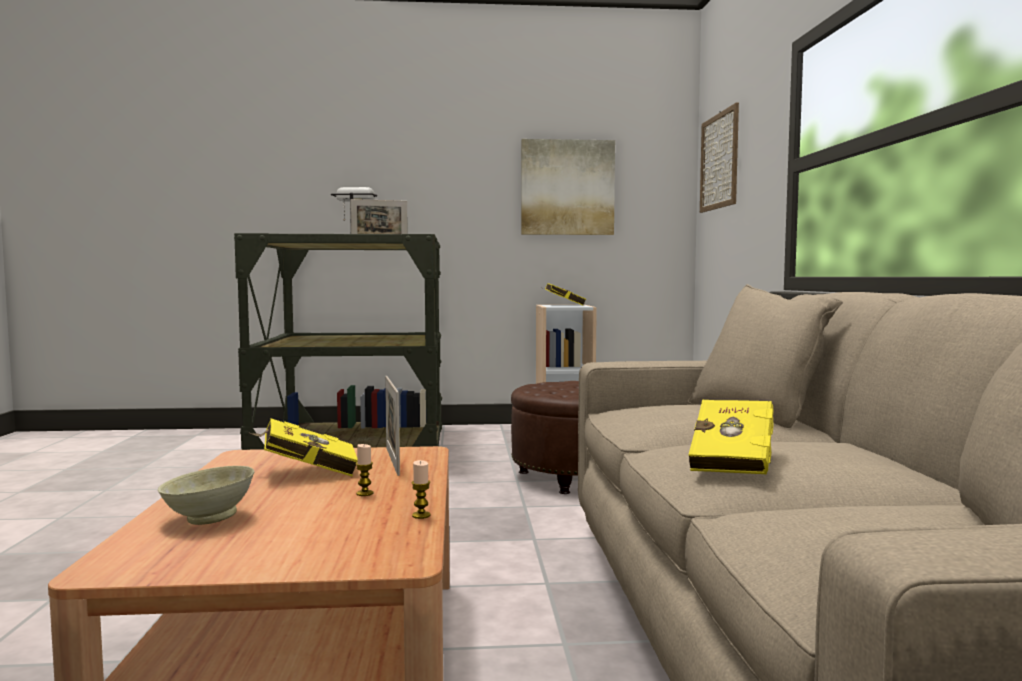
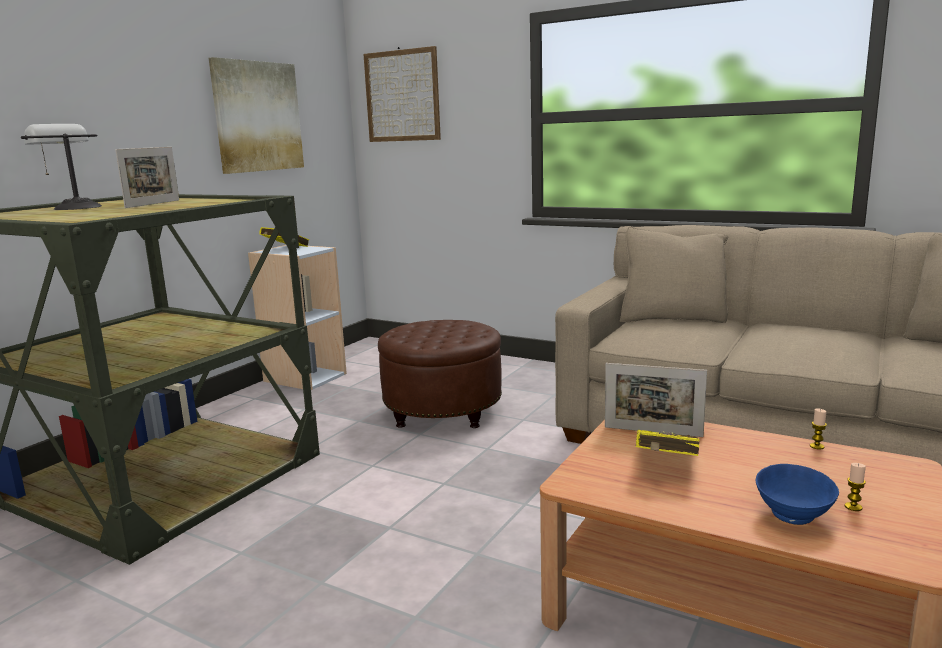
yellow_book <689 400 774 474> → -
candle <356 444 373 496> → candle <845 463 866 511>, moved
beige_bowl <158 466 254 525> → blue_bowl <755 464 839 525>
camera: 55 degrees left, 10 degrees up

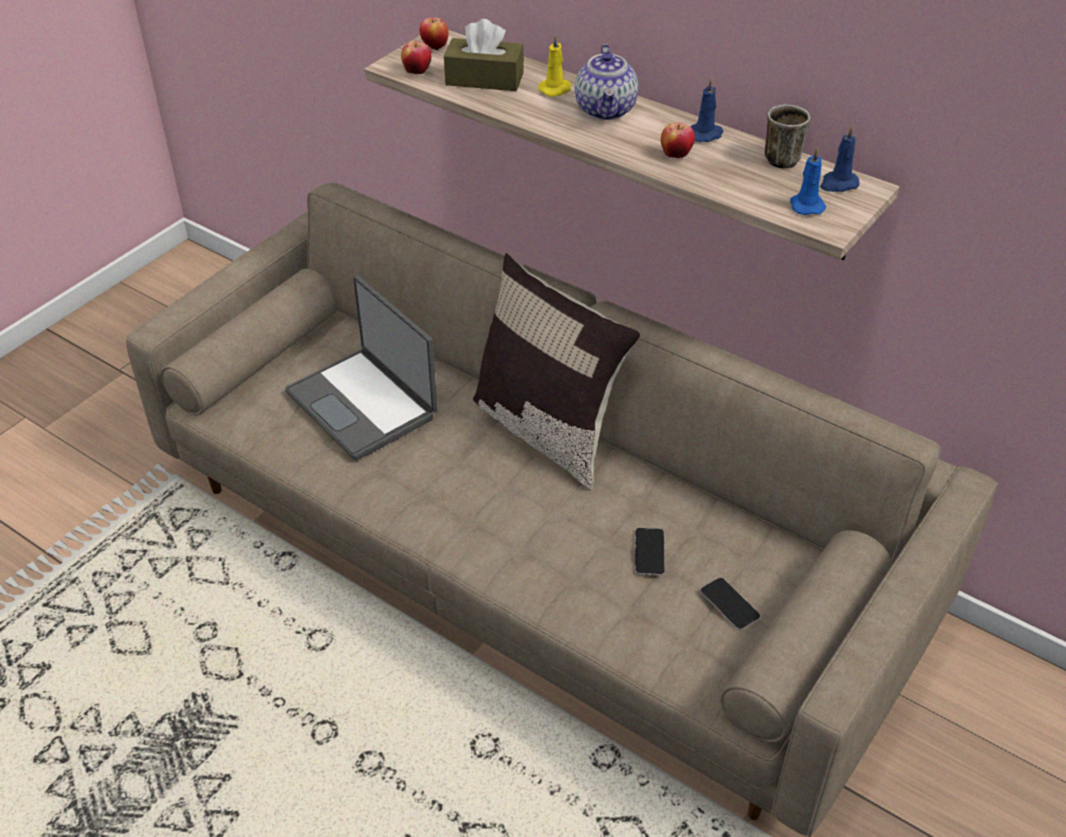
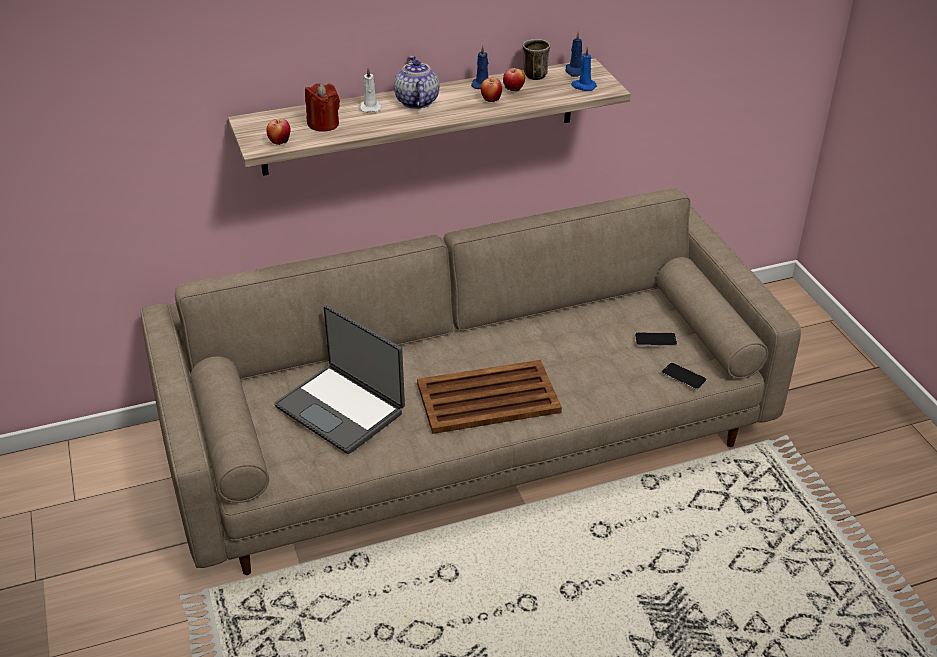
apple <420 17 449 50> → apple <503 68 525 91>, moved
brown_tissue_box <444 19 524 91> → red_candle <305 83 340 132>
yellow_candle <538 34 571 97> → white_candle <360 68 382 113>
teapot <575 44 638 120> → teapot <394 56 439 109>, 135 degrees counterclockwise
pillow <473 253 640 489> → -
laptop <285 276 438 461> → laptop <274 305 405 454>, 45 degrees clockwise
phone <635 528 665 576> → phone <662 363 707 390>, moved
- → brown_tray <417 360 562 434>
camera: 55 degrees left, 5 degrees down

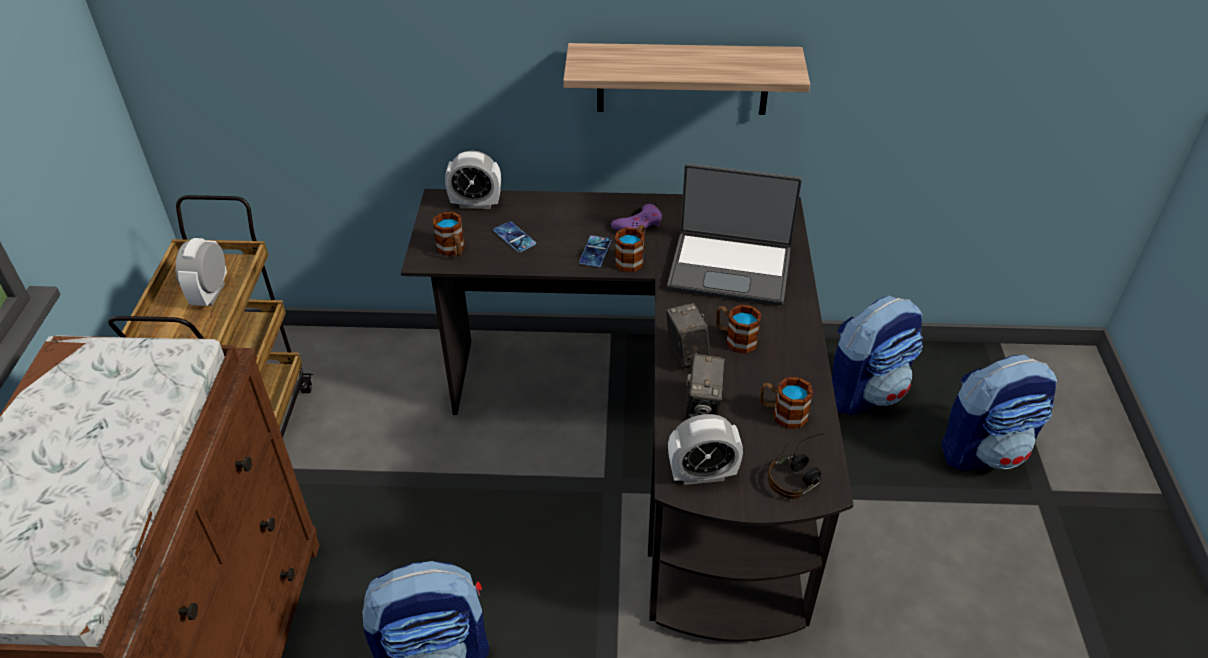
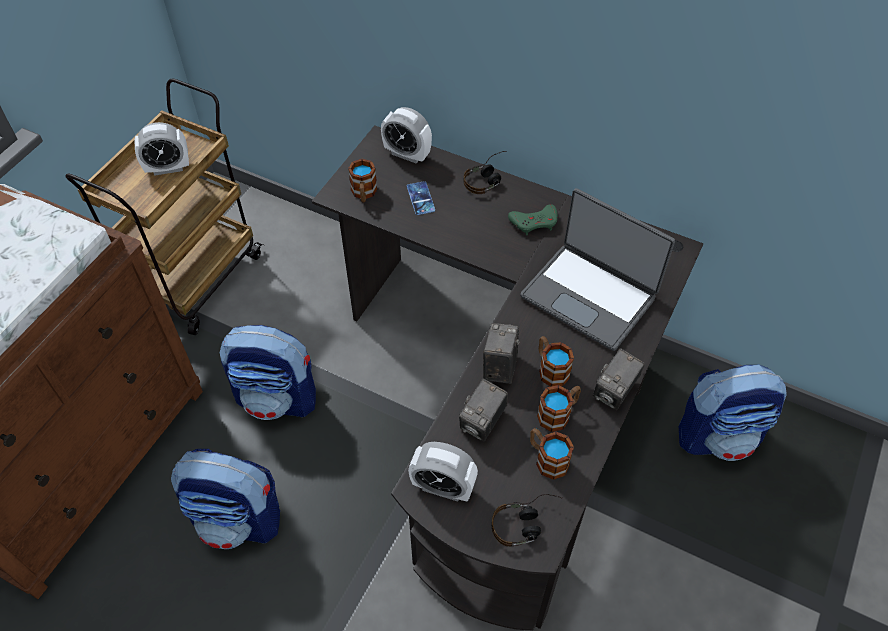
shelf <563 43 810 115> → -
purple_game_controller <611 204 662 231> → green_game_controller <508 204 558 235>
mug <615 225 645 272> → mug <537 385 581 432>, moved
phone <579 235 611 267> → -
alarm_clock <175 238 227 306> → alarm_clock <134 122 189 176>, 135 degrees counterclockwise
backpack <941 355 1057 471> → backpack <220 325 316 420>, moved
- → headphones <464 151 506 194>
- → photo_camera <593 348 645 410>
camera: 25 degrees right, 10 degrees up

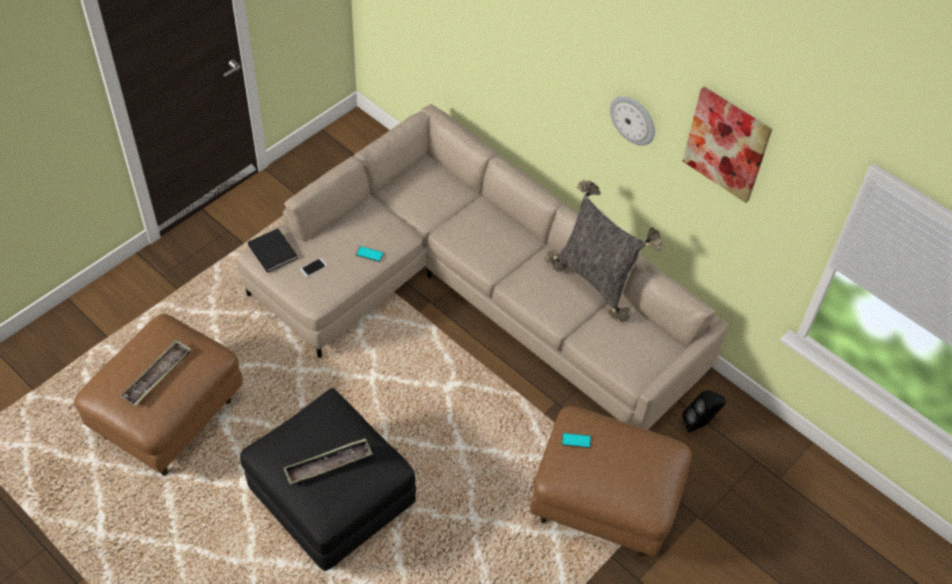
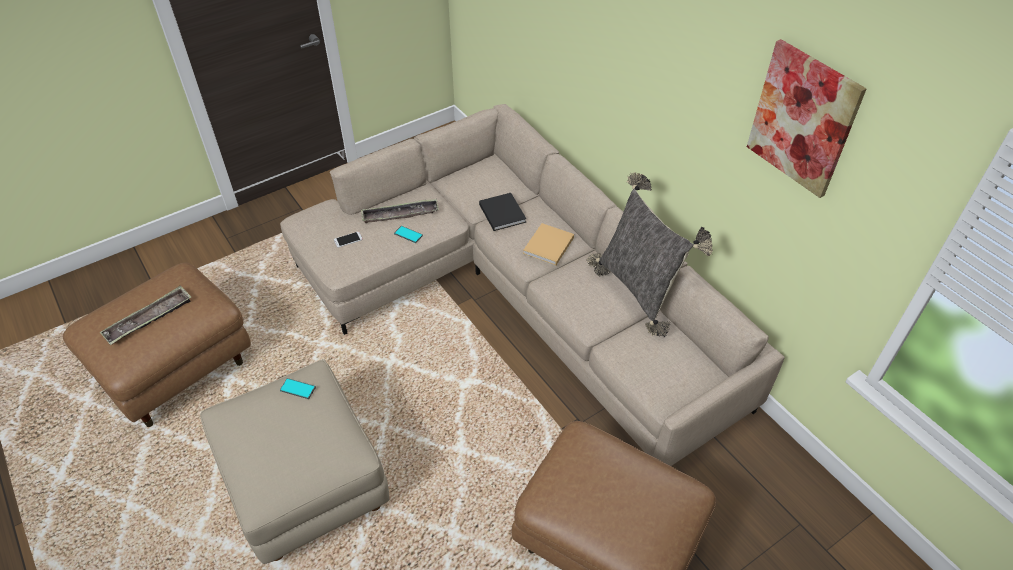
wall_clock <610 96 655 146> → -
black_book <248 228 298 273> → black_book <479 193 526 231>, moved
black_ottoman <240 388 416 571> → beige_ottoman <200 359 390 564>
black_speaker <682 390 726 433> → -
phone <562 433 591 448> → phone <280 378 316 399>, moved
tray <284 438 372 484> → tray <361 199 439 223>, moved
- → beige_book <523 223 574 265>
camera: 15 degrees right, 5 degrees down

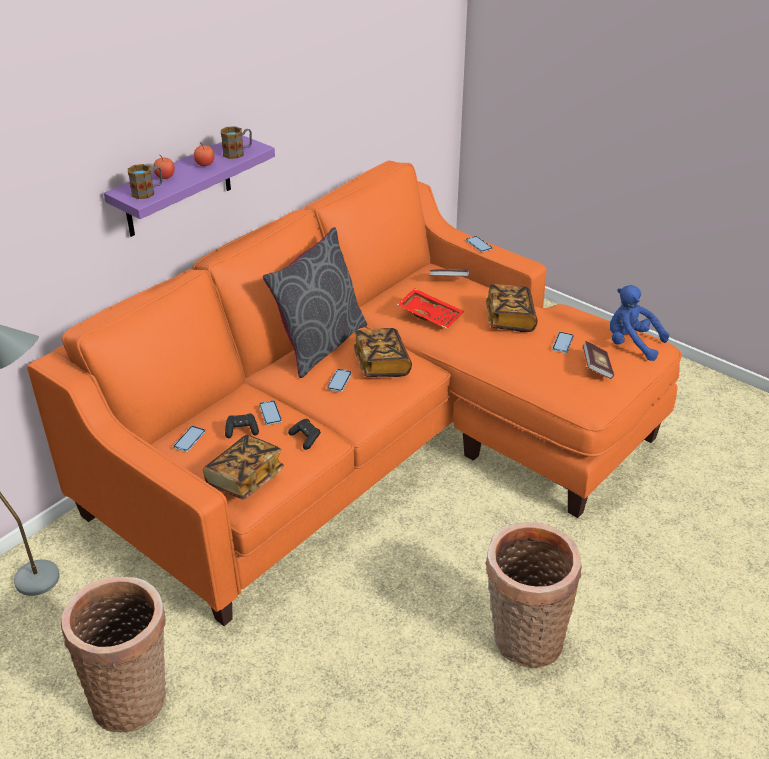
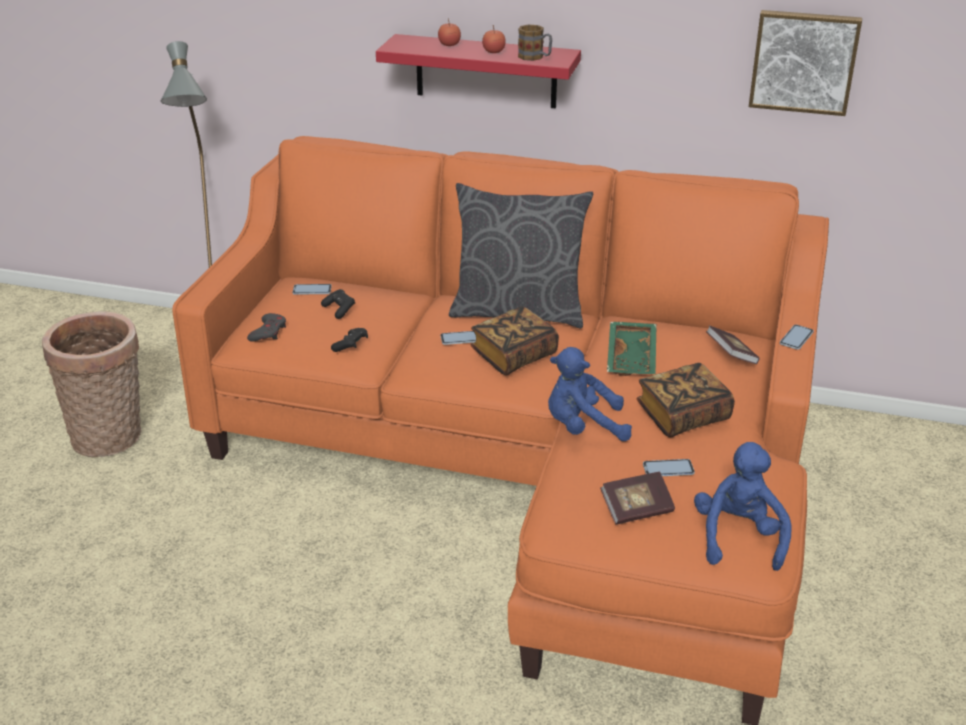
purple_shelf <104 135 275 237> → red_shelf <376 34 581 109>
mug <128 164 162 199> → -
red_tray <397 288 464 329> → green_tray <607 322 657 376>
phone <259 400 282 425> → -
book <203 435 284 499> → grey_game_controller <247 313 286 342>
basket <485 522 582 668> → -
- → picture <749 10 862 116>
- → blue_plush_toy <548 347 632 441>
camera: 65 degrees right, 5 degrees down

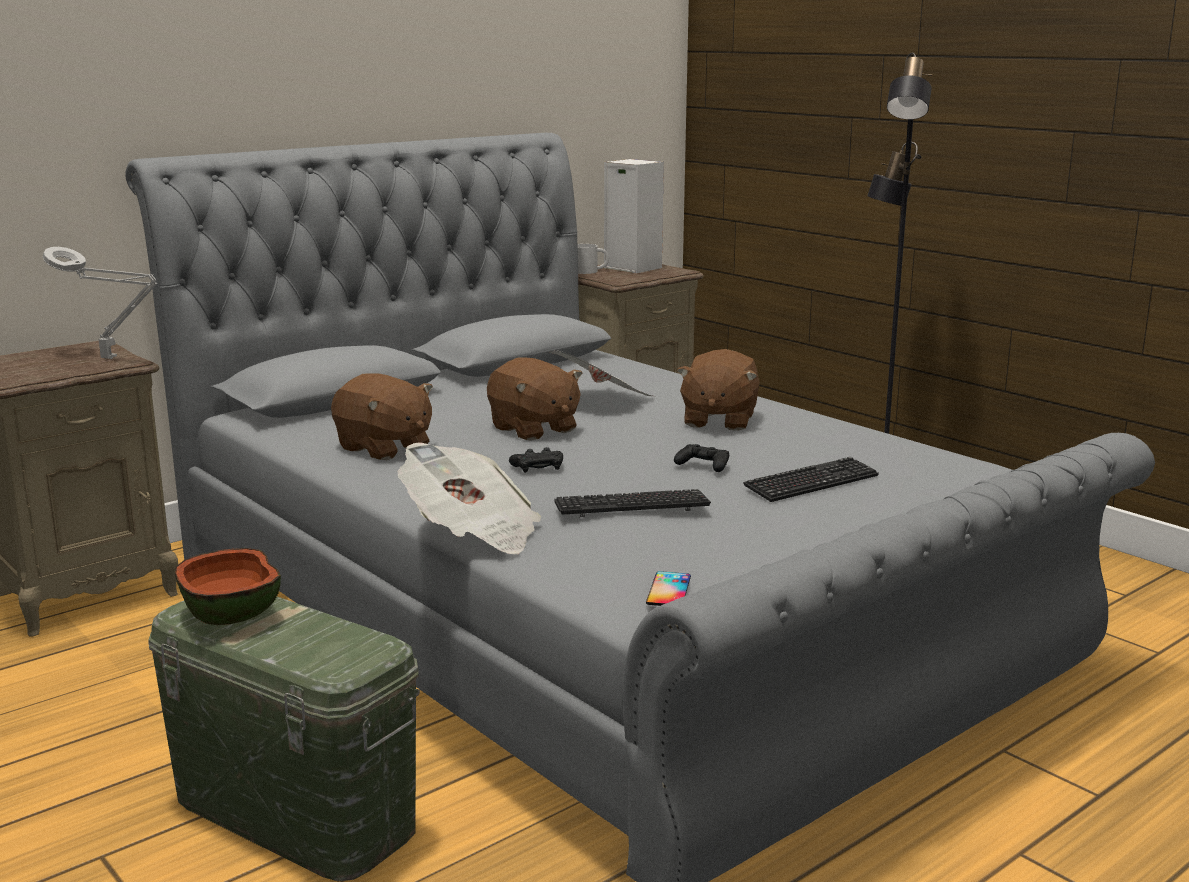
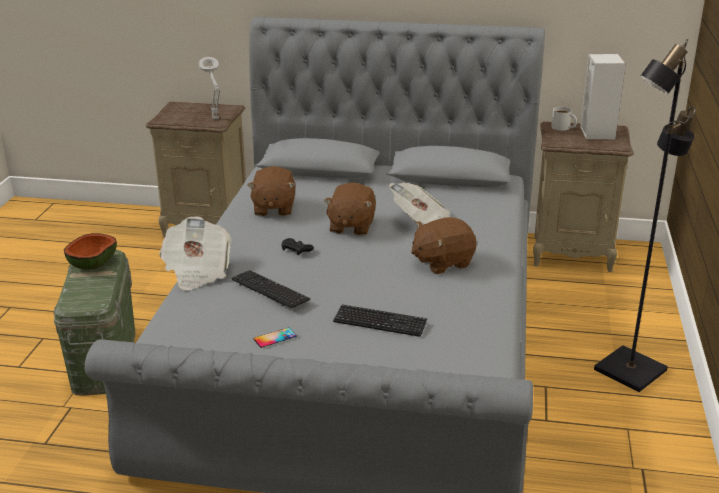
black_game_controller <674 444 729 472> → -
phone <646 571 691 606> → phone <254 327 297 348>, moved
camera: 50 degrees right, 10 degrees up

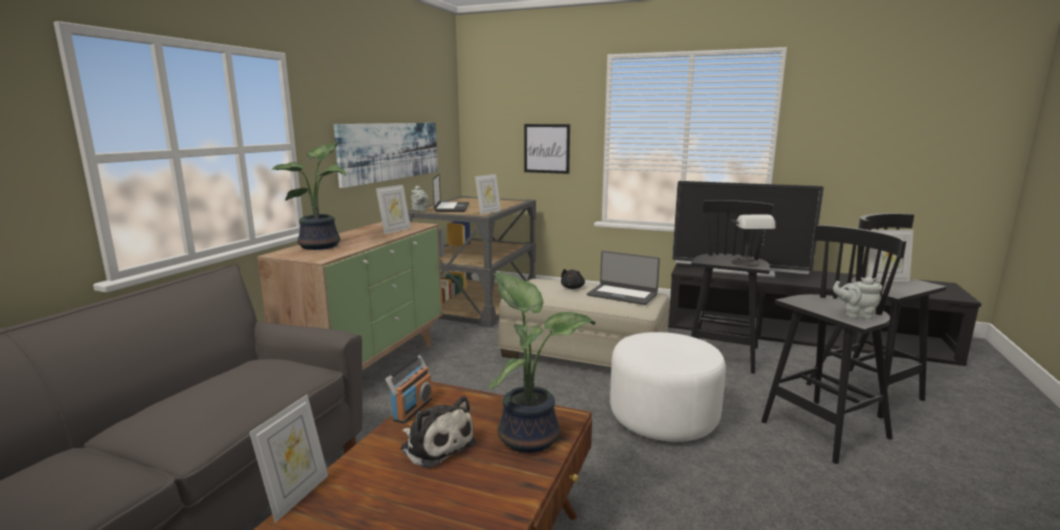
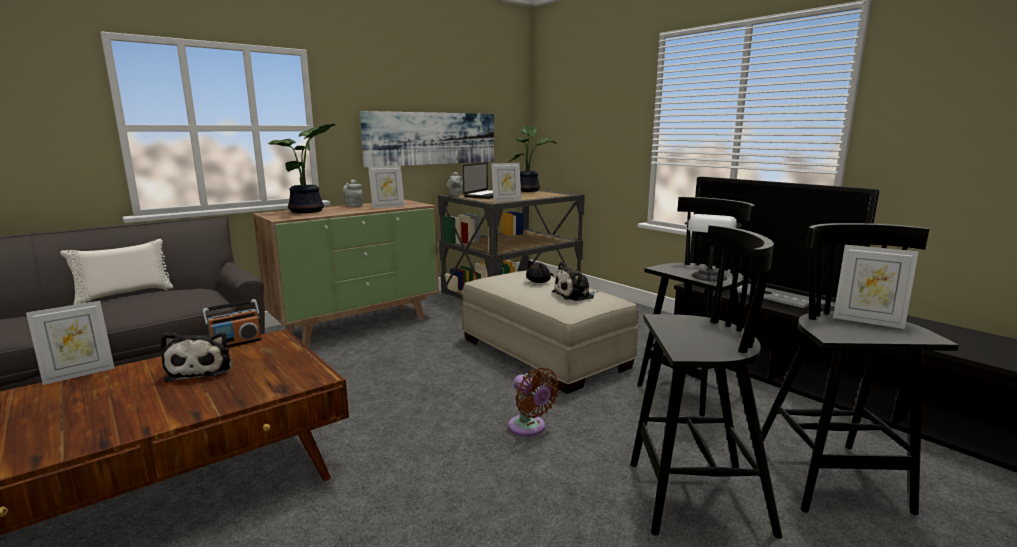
picture <524 124 570 174> → -
laptop <587 251 660 305> → plush_toy <552 262 599 301>
potted_plant <489 273 595 453> → potted_plant <509 126 557 192>, moved
grey_teapot <833 277 882 320> → grey_teapot <343 180 363 207>, moved
white_ottoman <610 332 726 442> → brown_fan <508 368 559 436>
- → white_pillow <60 239 173 305>
camera: 30 degrees right, 0 degrees up

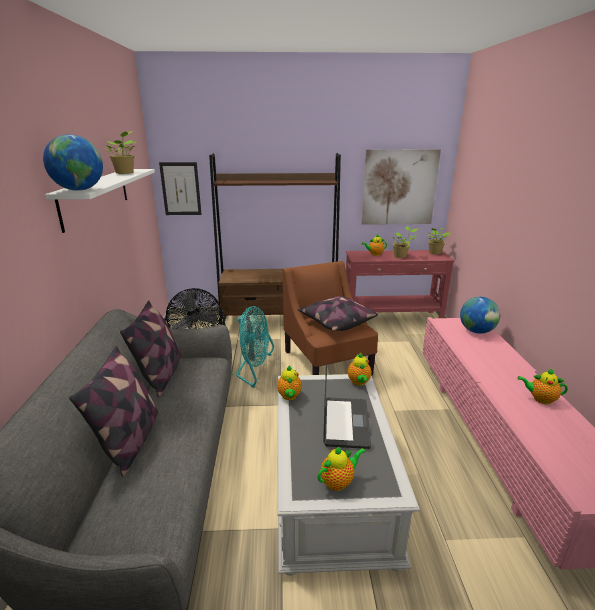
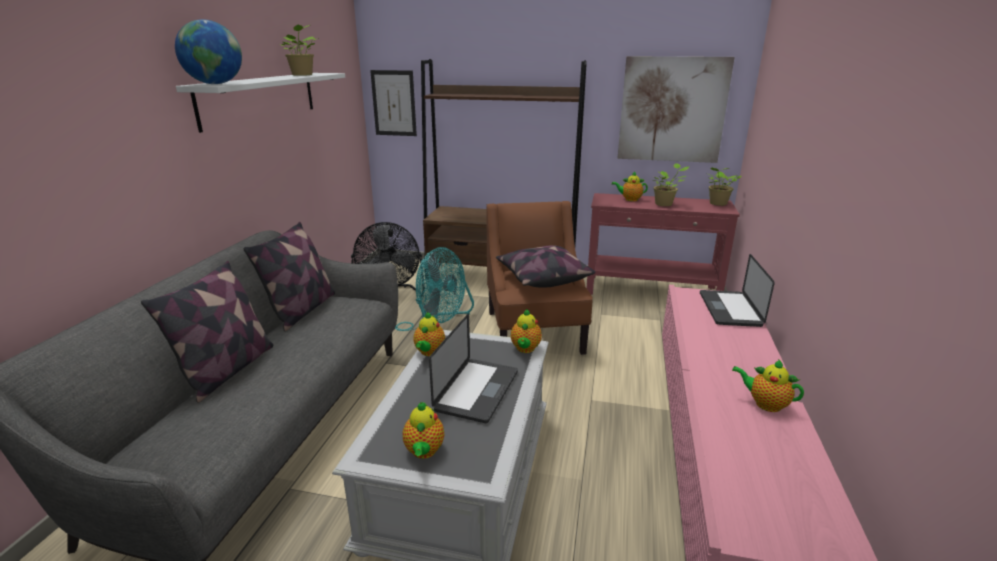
globe <460 297 500 334> → laptop <700 254 775 327>
teapot <317 446 366 491> → teapot <403 402 444 459>, 105 degrees clockwise
camera: 15 degrees right, 0 degrees up

